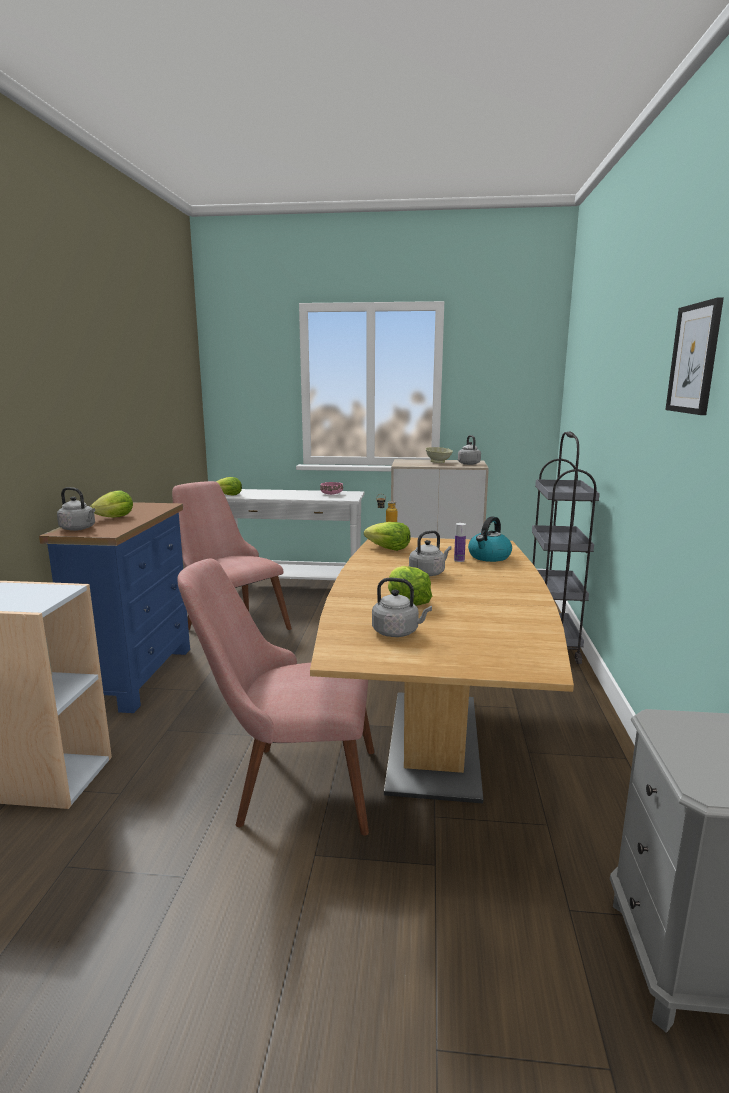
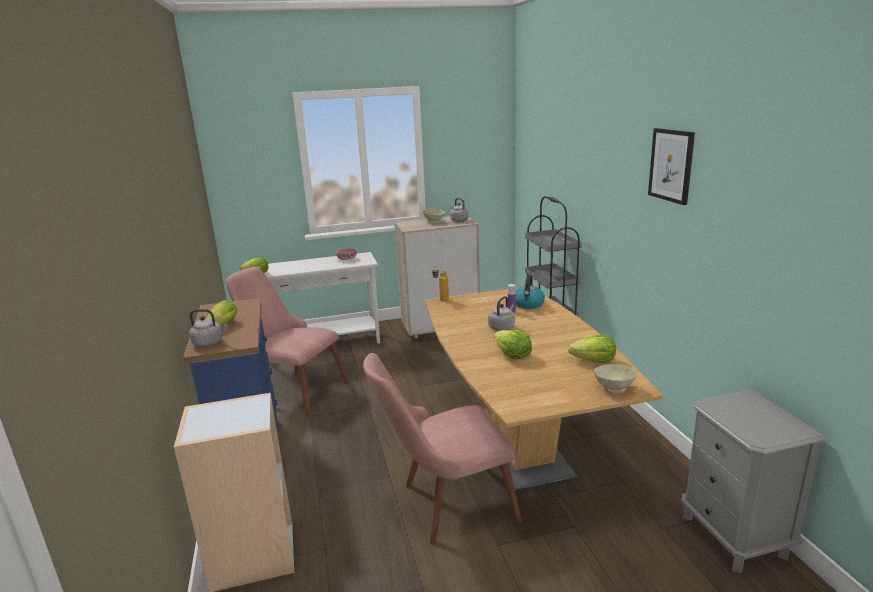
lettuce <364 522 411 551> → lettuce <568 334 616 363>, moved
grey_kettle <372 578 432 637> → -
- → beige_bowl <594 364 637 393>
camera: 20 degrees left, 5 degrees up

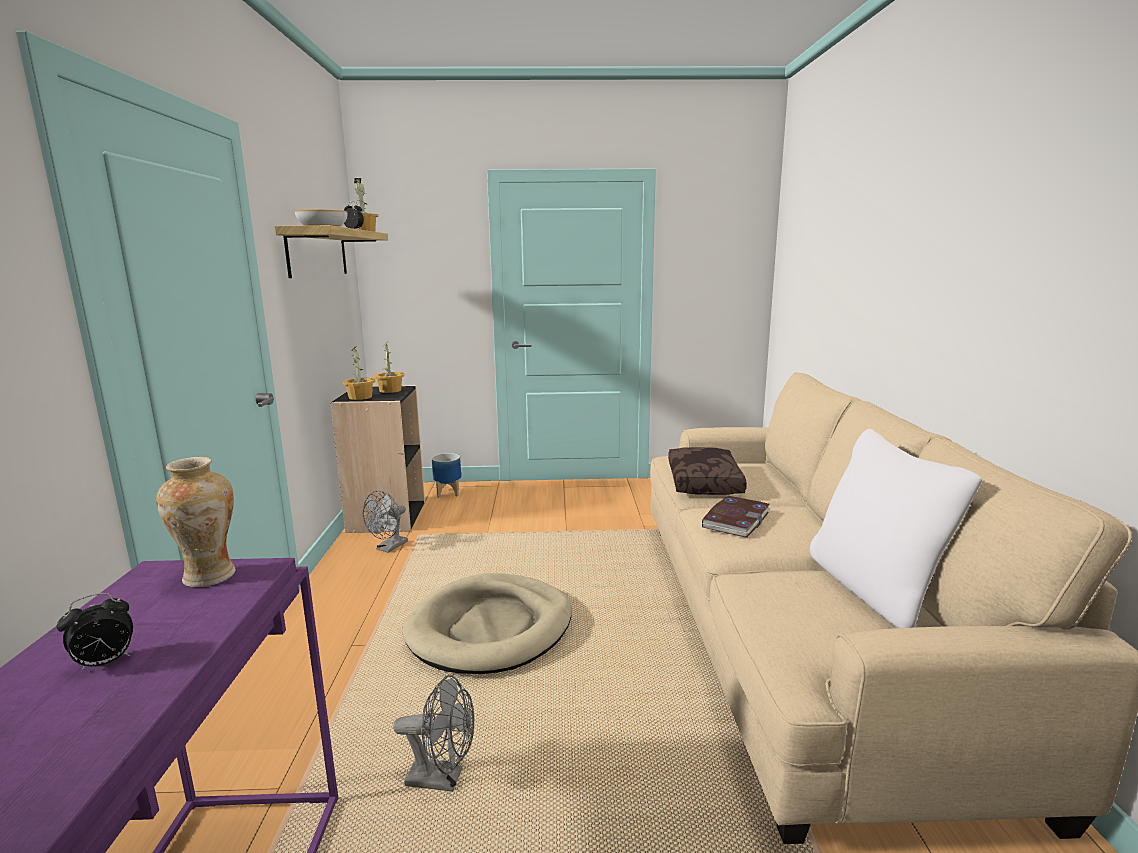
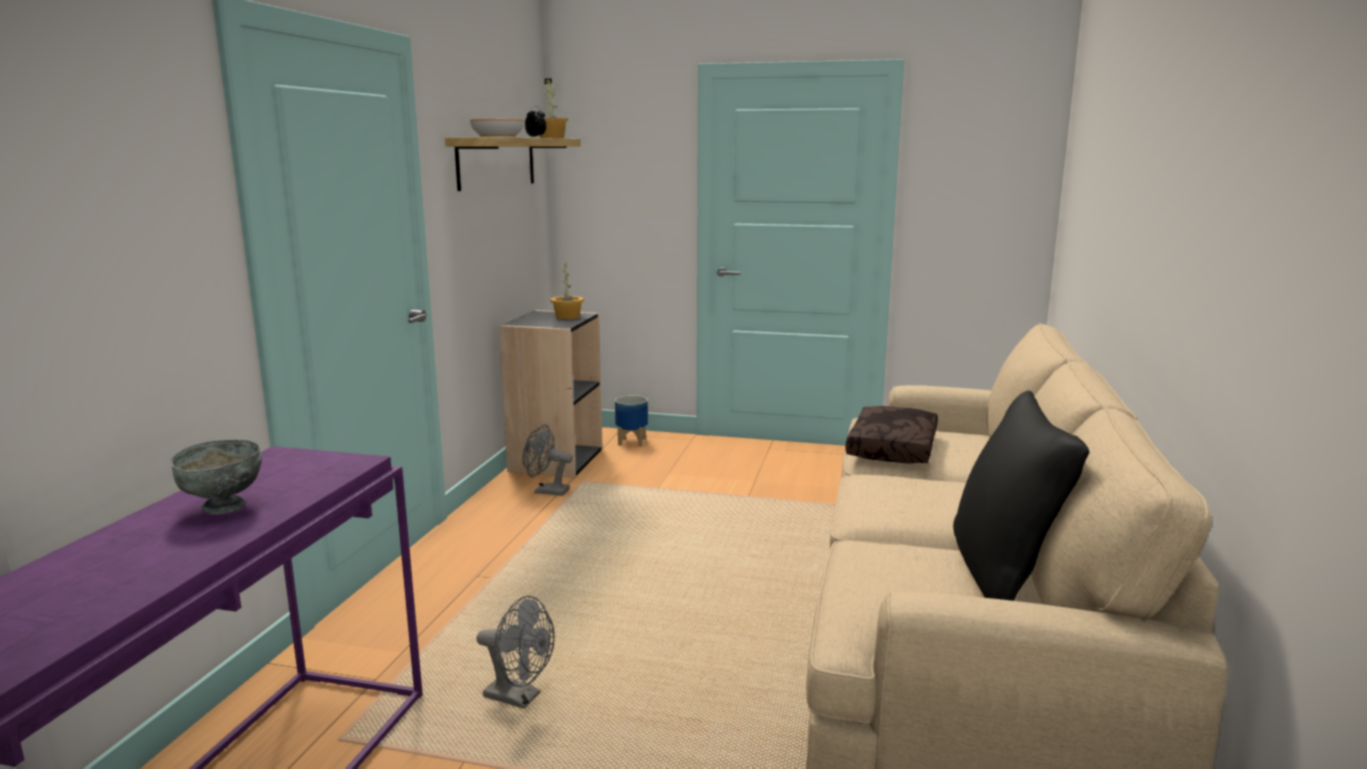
potted_plant <342 346 375 400> → -
white_pillow <810 429 983 628> → black_pillow <953 391 1089 601>
vase <156 457 236 587> → -
grey_fan <363 490 408 553> → grey_fan <523 425 573 496>, 60 degrees clockwise
book <702 496 770 538> → -
beige_dog_bed <402 573 572 674> → -
alarm_clock <56 593 133 673> → grey_bowl <171 440 262 515>
camera: 15 degrees right, 0 degrees up

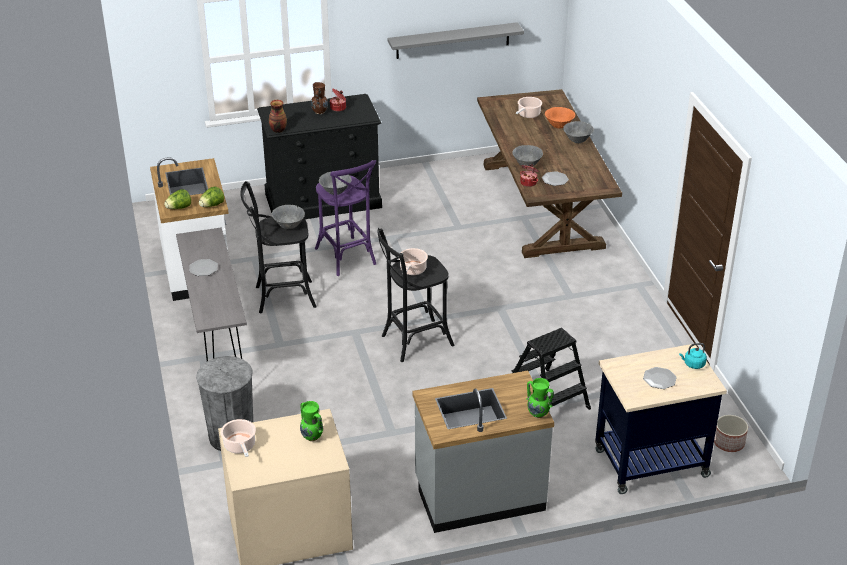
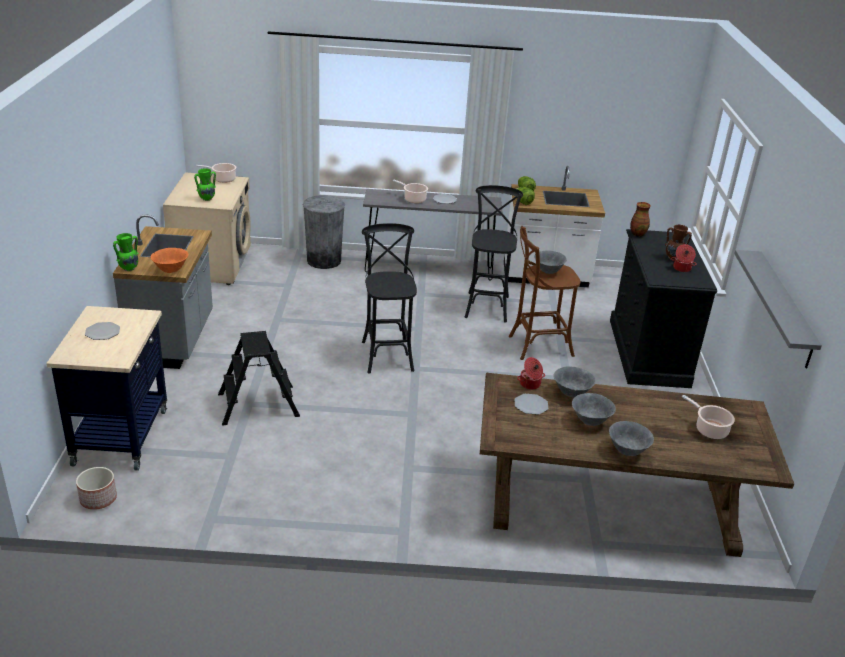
orange_bowl <545 107 575 129> → orange_bowl <151 248 188 273>, moved
purple_stool <315 160 376 276> → brown_stool <509 226 580 360>
grey_bowl <272 205 305 229> → grey_bowl <572 393 616 426>, moved
cooking_pot <399 248 428 275> → cooking_pot <393 180 428 203>, moved
turquoise_kettle <679 343 707 369> → -
camera: 105 degrees right, 5 degrees down

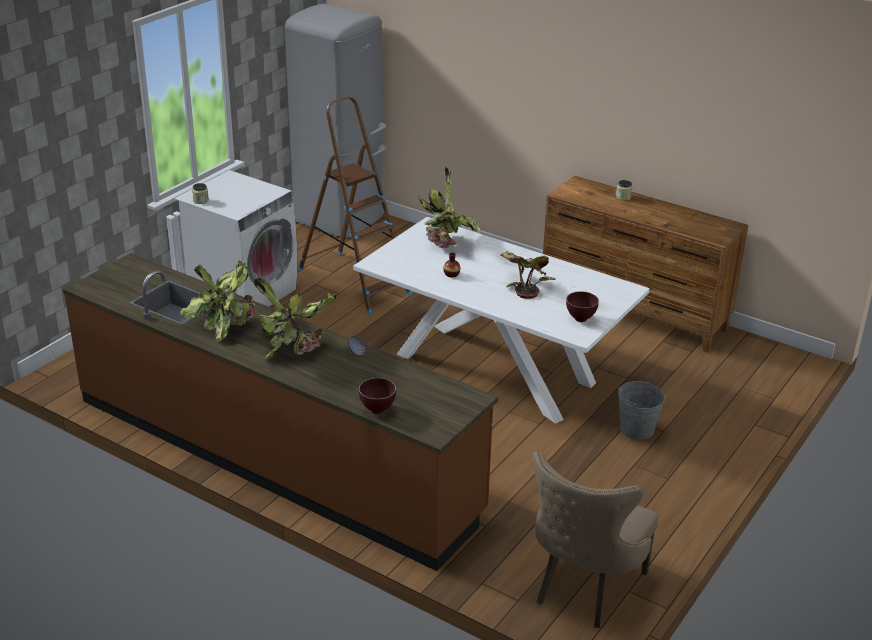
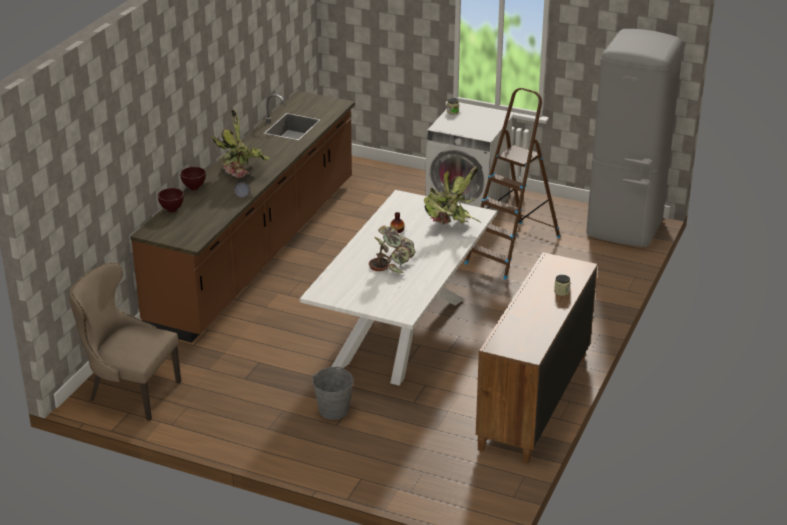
potted_plant <181 260 257 341> → -
brown_bowl <566 291 599 322> → brown_bowl <180 167 206 190>, moved
camera: 80 degrees right, 0 degrees up

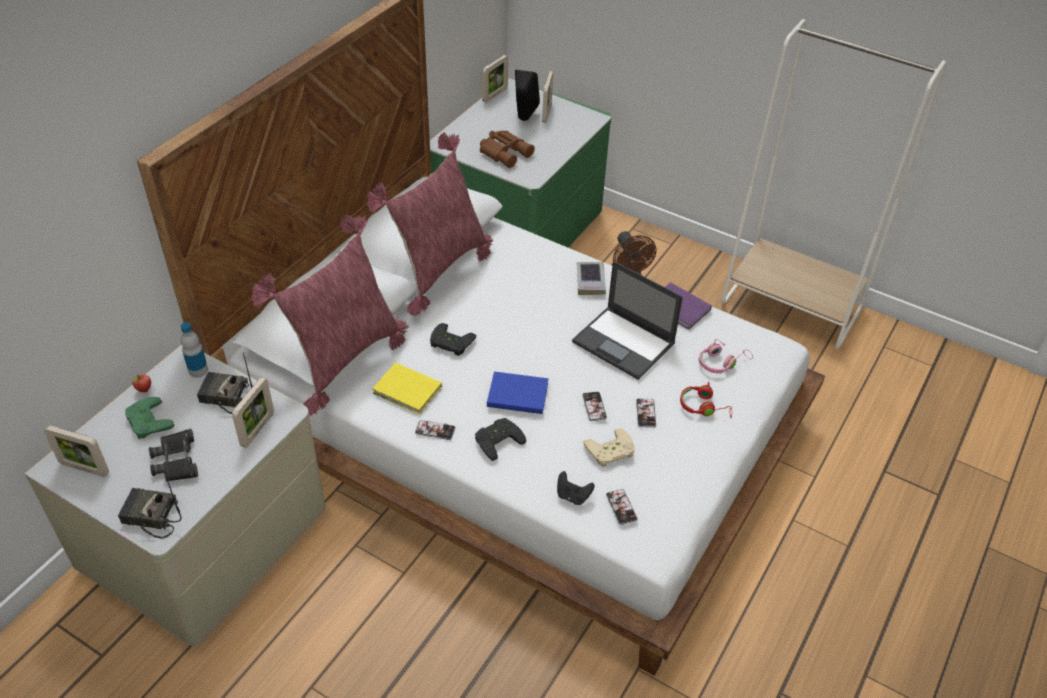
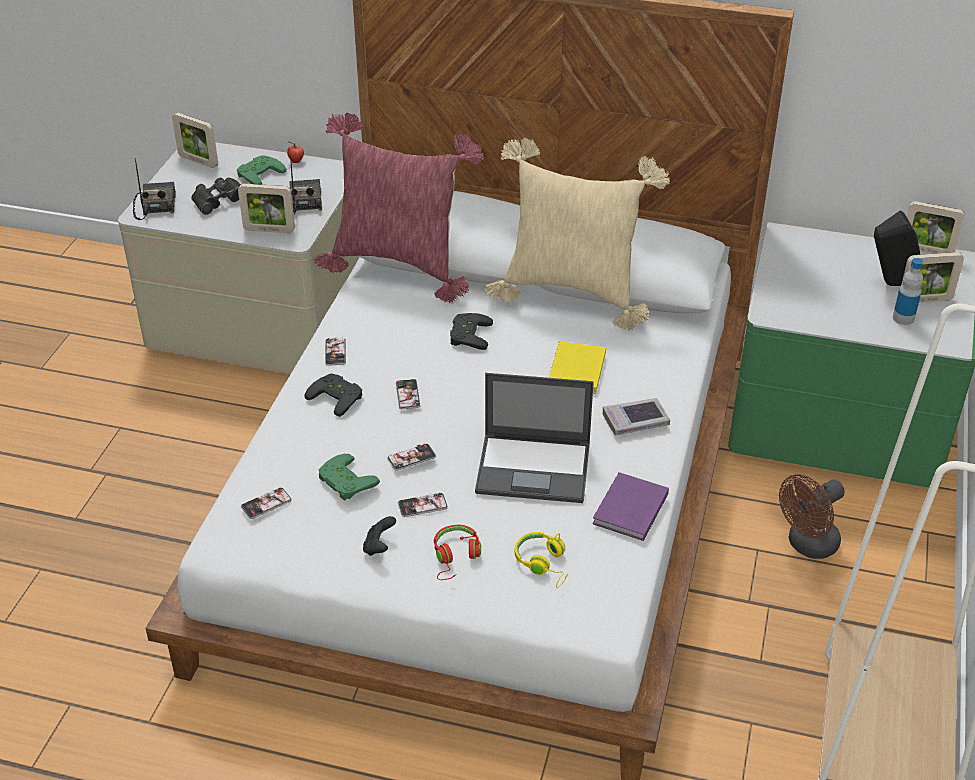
brown_binoculars <480 131 535 168> → -
red_pillow <367 132 493 317> → beige_pillow <484 138 670 331>
laptop <572 261 683 380> → laptop <475 373 594 503>, 105 degrees counterclockwise
bottle <180 322 208 378> → bottle <893 258 923 325>, moved
pink_headphones <699 339 753 373> → yellow_headphones <515 532 568 588>
yellow_book <372 362 442 414> → yellow_book <549 341 606 394>, moved
blue_book <487 371 548 414> → phone <396 379 420 409>
picture_frame <44 425 109 477> → picture_frame <172 112 218 168>, 60 degrees counterclockwise
beige_game_controller <583 428 635 467> → green_game_controller <318 454 380 500>
black_game_controller <557 471 595 505> → black_game_controller <363 516 396 556>, moved
camera: 75 degrees right, 5 degrees down

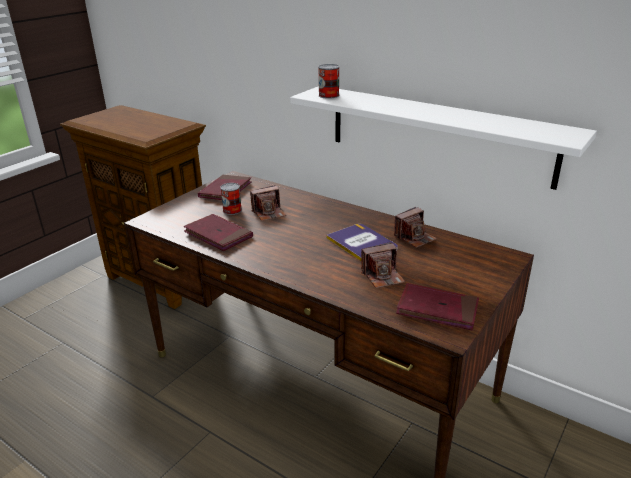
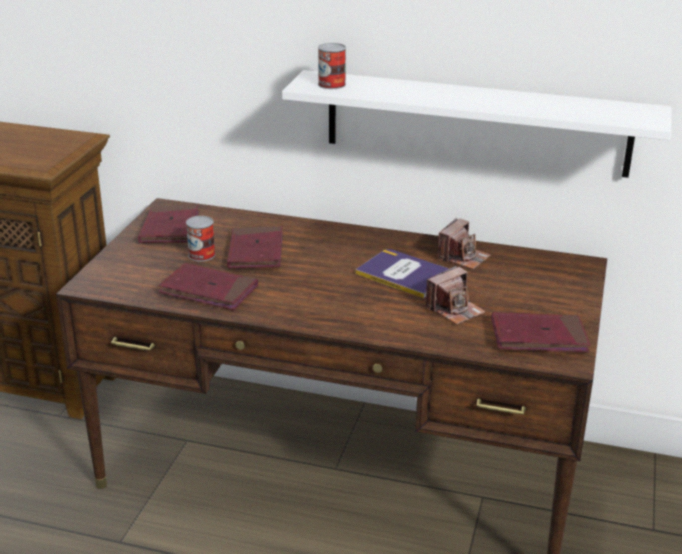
photo_camera <250 185 286 221> → red_book <227 226 283 269>
camera: 20 degrees left, 0 degrees up

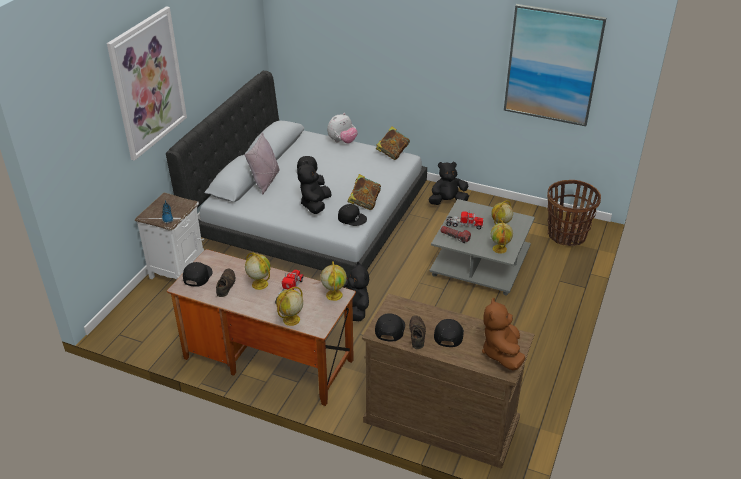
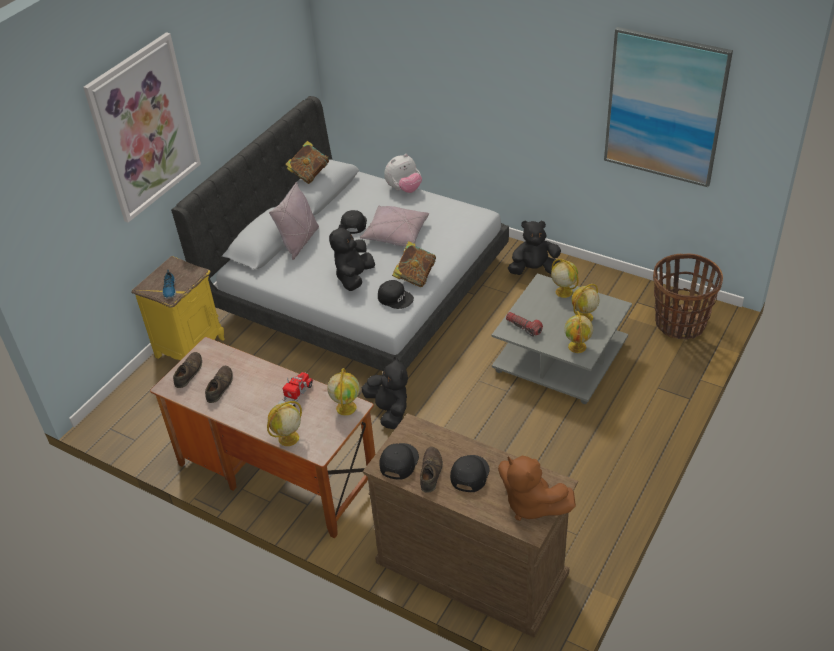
book <376 126 410 160> → book <285 141 329 184>, moved
white_nightstand <135 193 204 279> → yellow_nightstand <131 256 225 360>
toy_truck <445 210 483 230> → -
globe <245 252 271 290> → globe <551 259 579 298>, moved
black_cap <183 262 213 287> → brown_shoe <173 352 202 388>
brown_plush_toy <482 298 525 371> → brown_plush_toy <498 455 576 521>, 60 degrees counterclockwise
- → purple_pillow <360 206 429 246>
camera: 10 degrees right, 5 degrees up

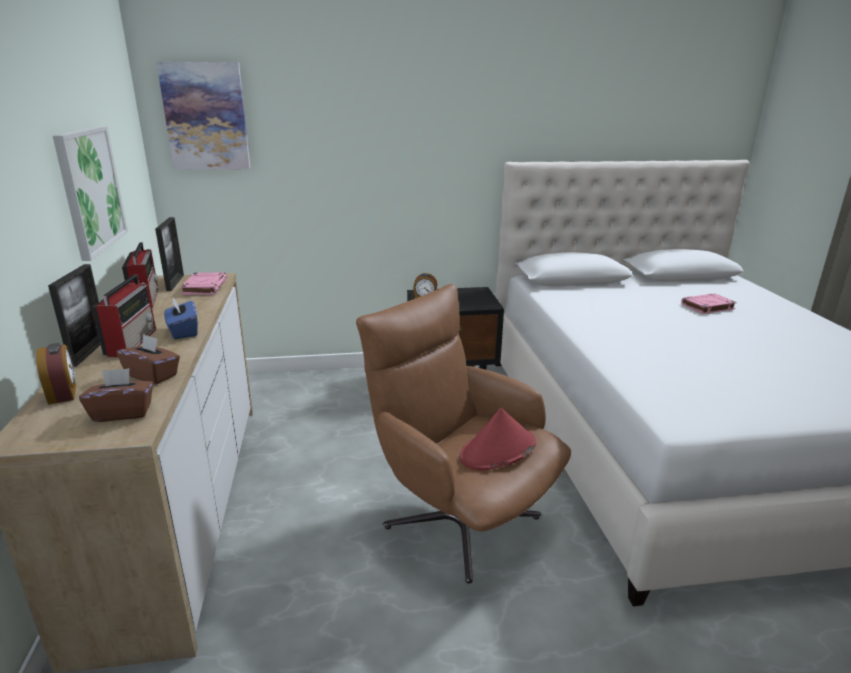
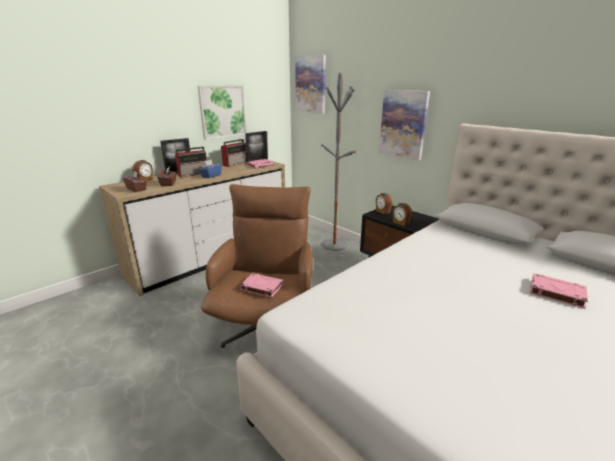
red_hat <460 408 536 471> → pink_book <240 273 283 297>
- → grey_clothes_rack <321 72 356 251>
- → picture <379 90 430 160>
- → alarm_clock <392 203 412 226>
camera: 55 degrees right, 0 degrees up

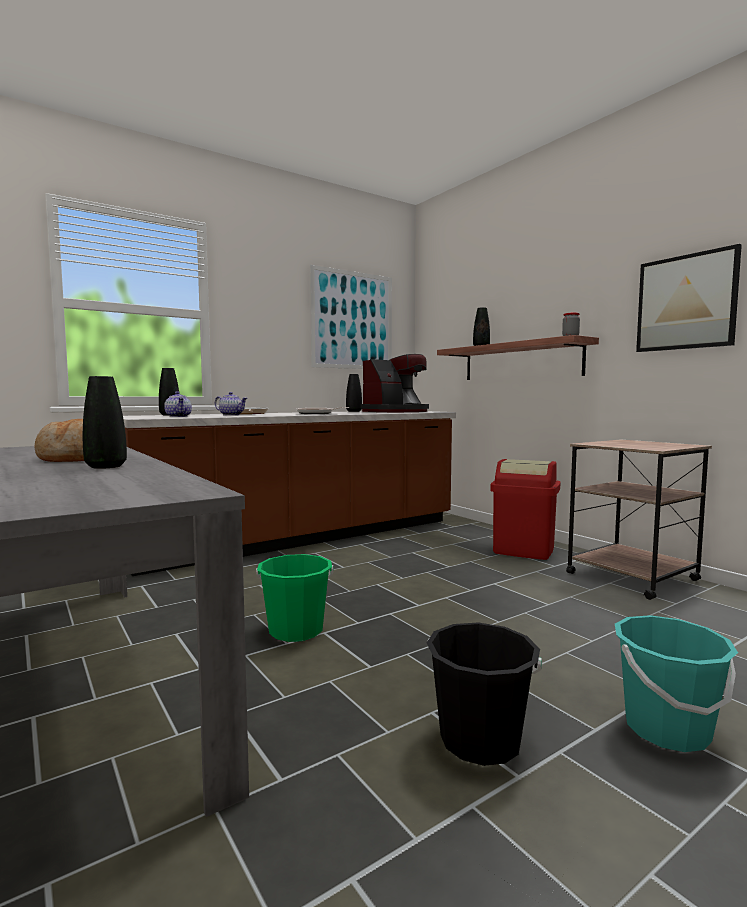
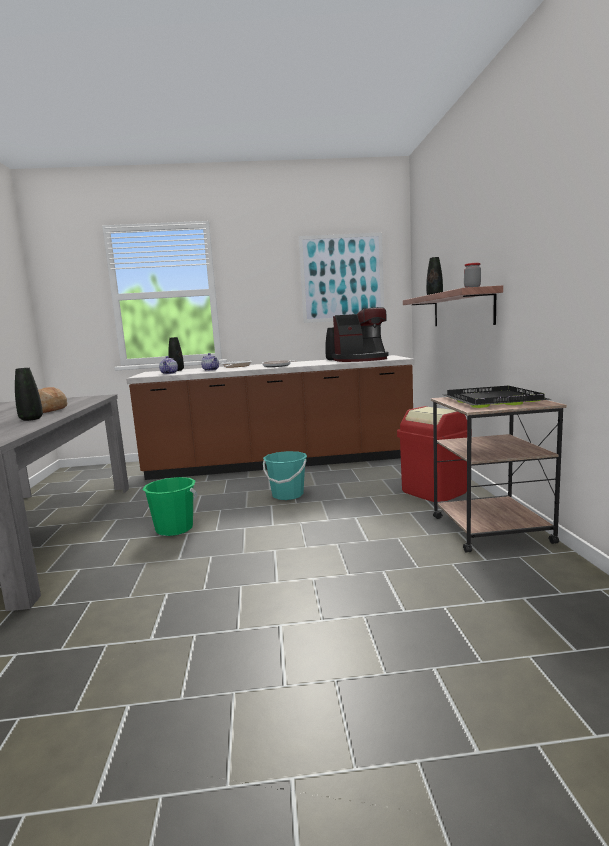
picture <636 244 742 352> → -
turquoise_bucket <615 615 738 752> → turquoise_bucket <263 451 307 500>, moved
black_bucket <427 623 542 766> → -
- → black_tray <444 386 551 408>
camera: 30 degrees right, 5 degrees up

